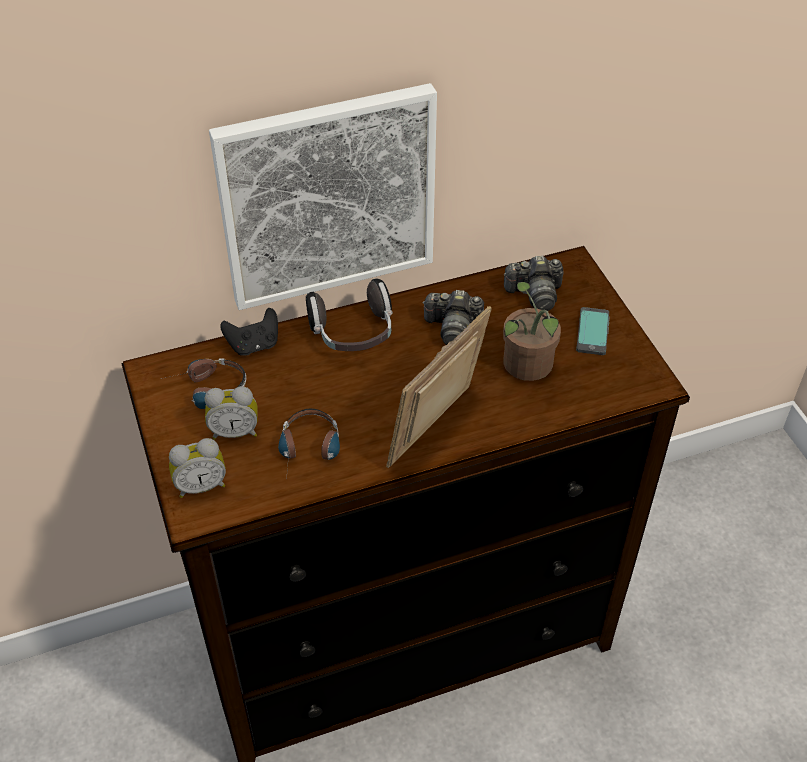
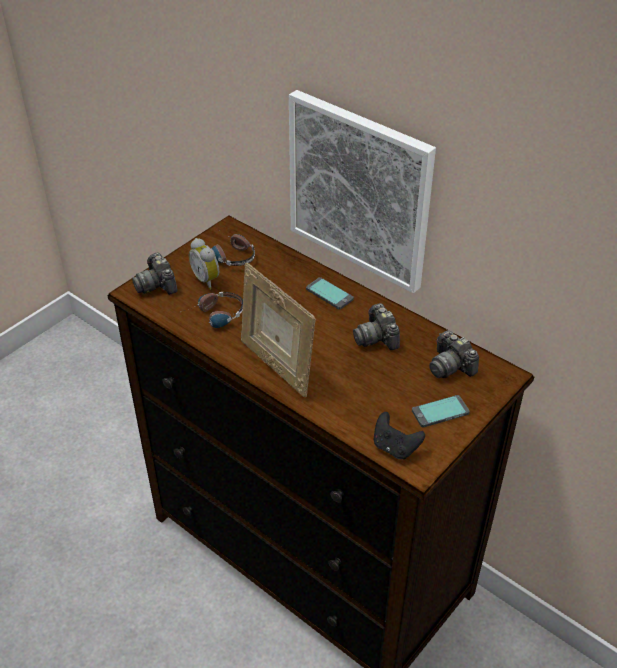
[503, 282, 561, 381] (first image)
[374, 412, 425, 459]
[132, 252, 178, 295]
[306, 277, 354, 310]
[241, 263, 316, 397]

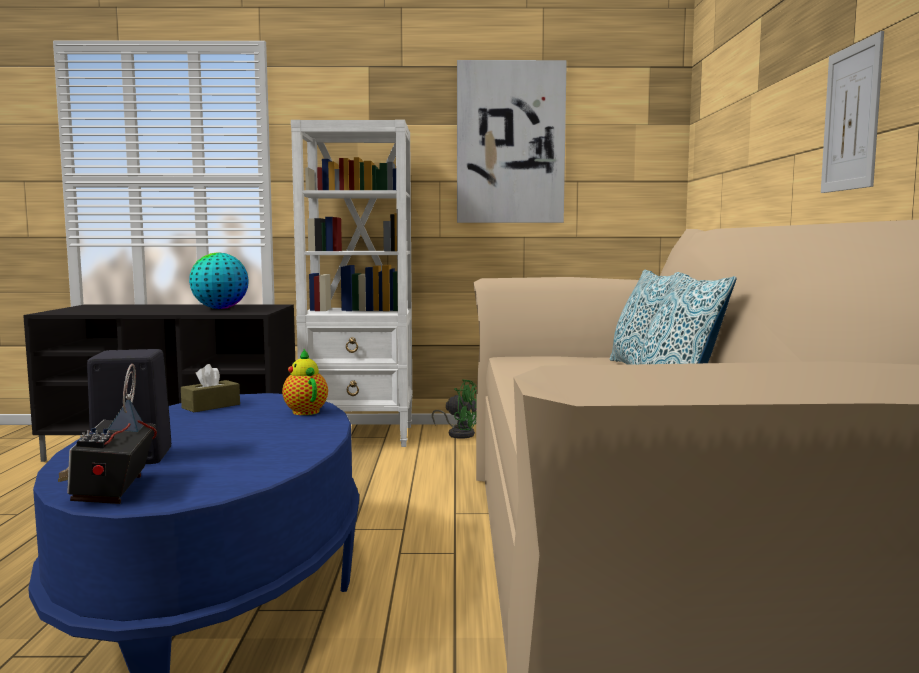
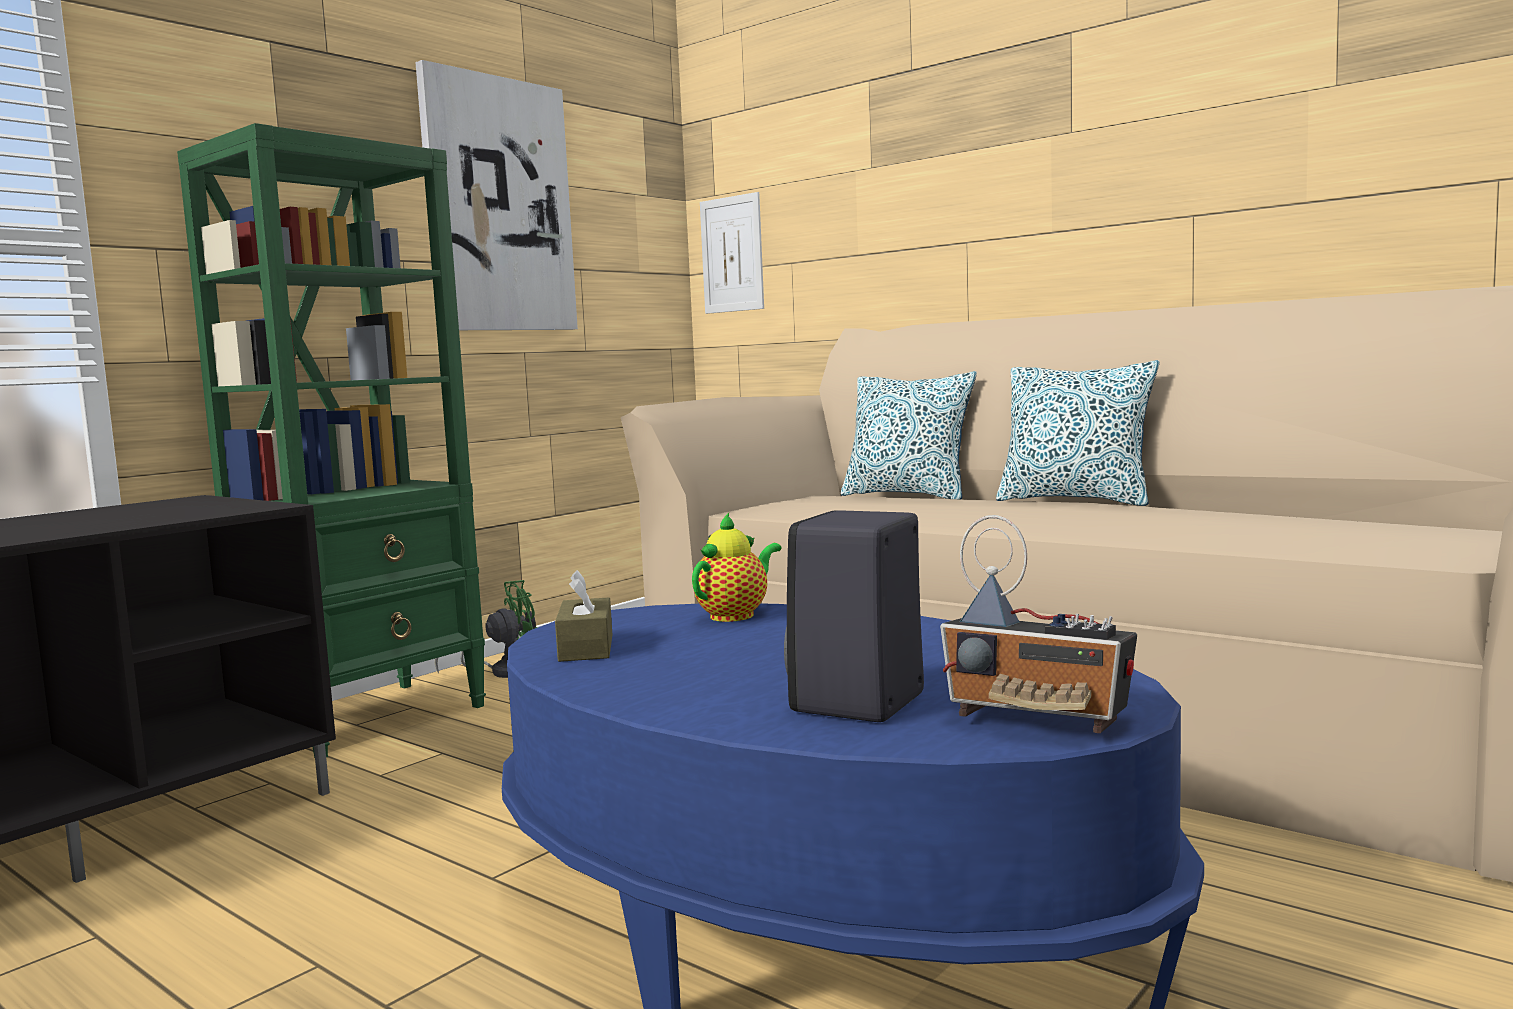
[189, 252, 249, 309] (first image)
[700, 192, 764, 314]
[177, 123, 486, 758]
[692, 513, 782, 622]

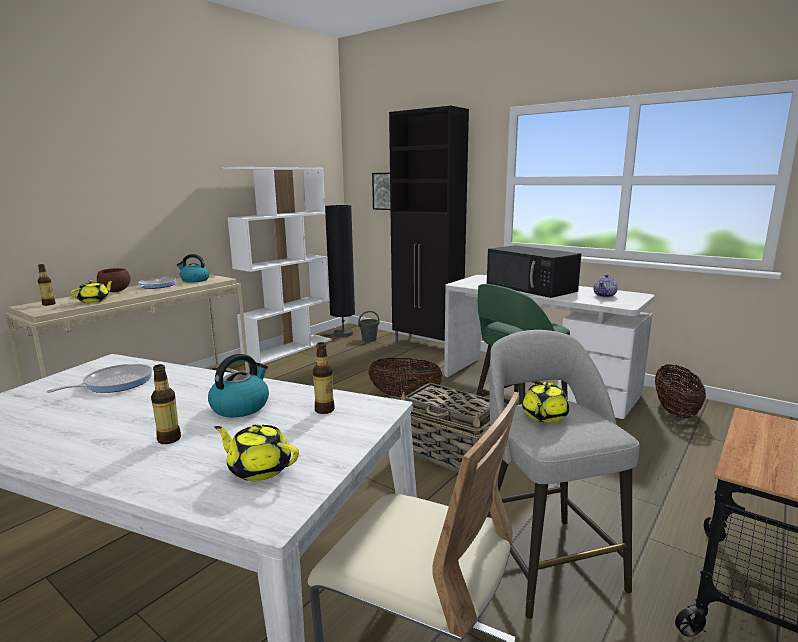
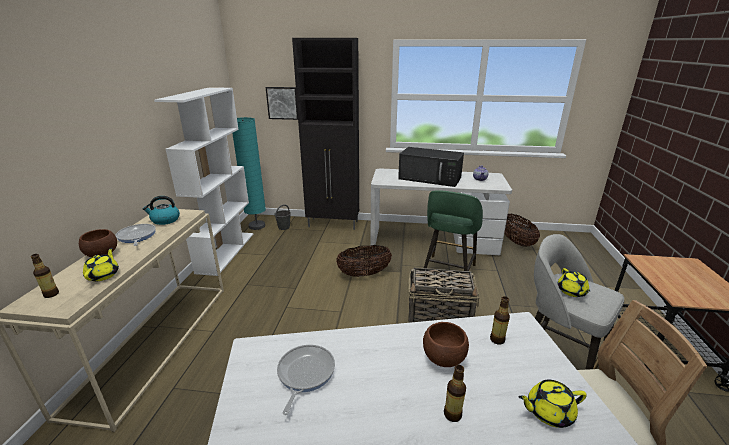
[423, 322, 469, 367]
[232, 117, 266, 230]

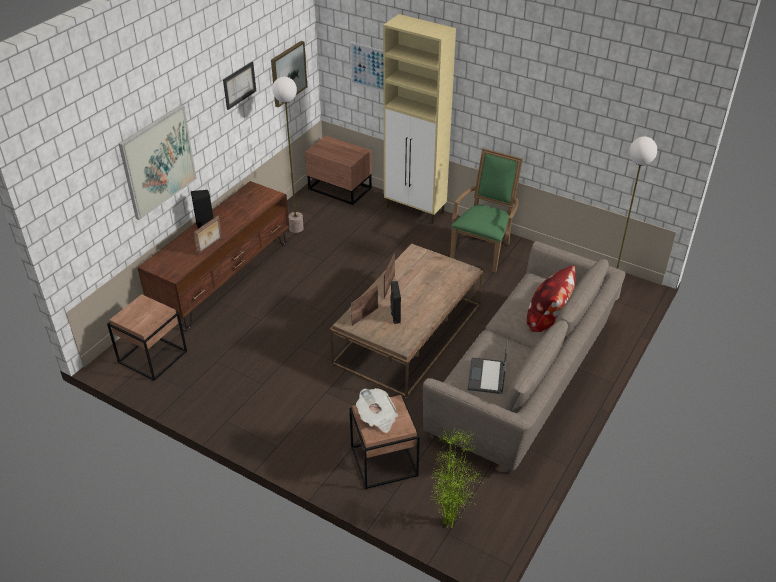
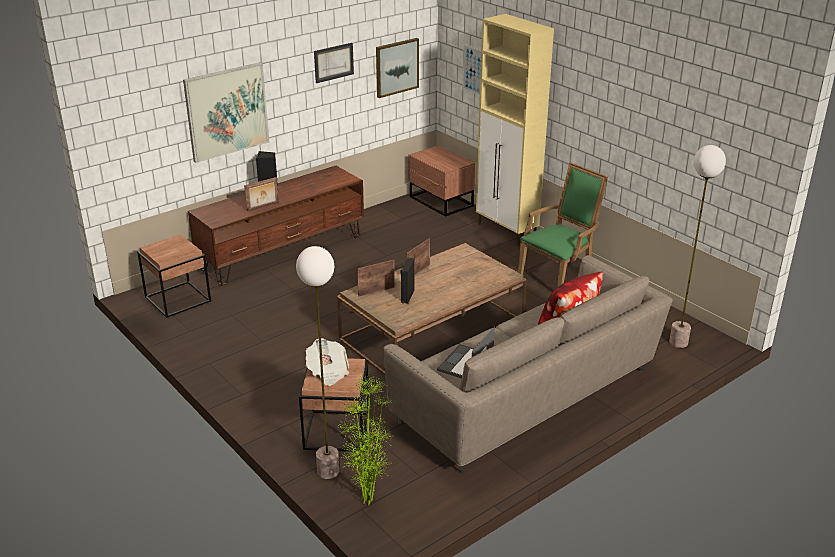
[296, 246, 339, 479]

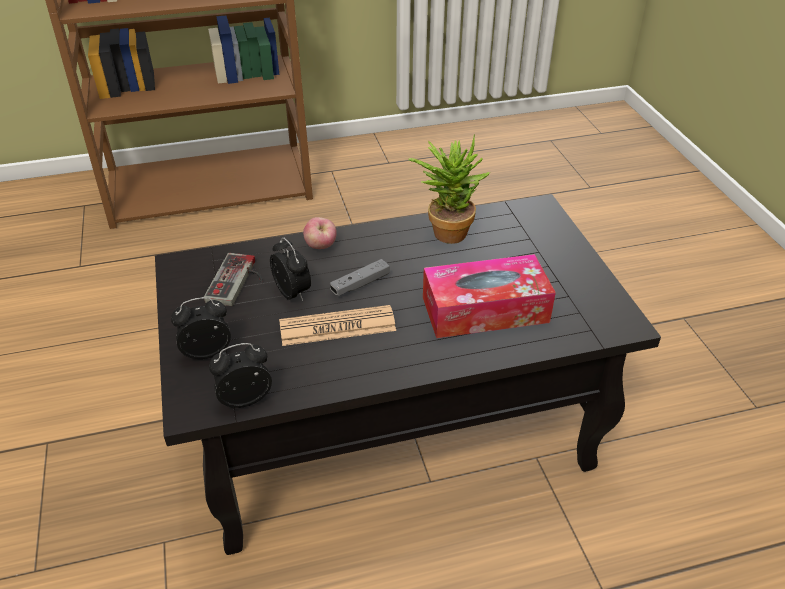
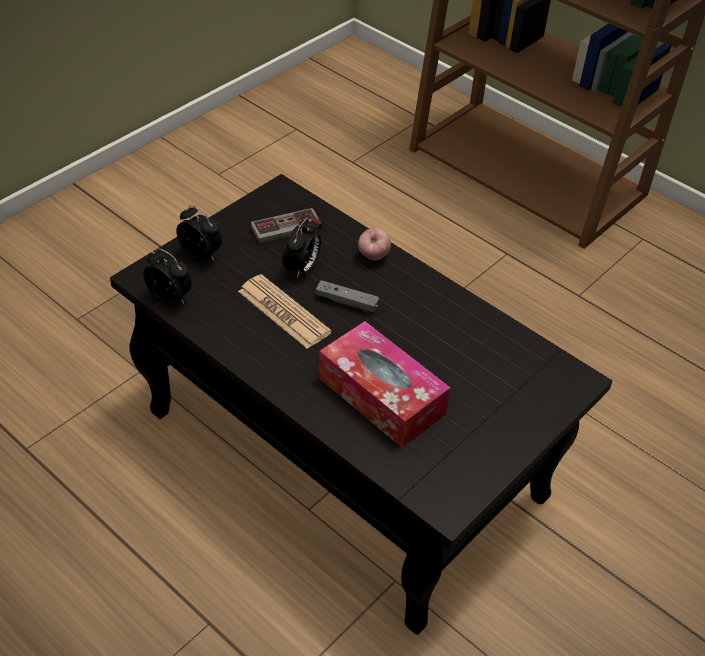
[408, 134, 490, 244] (first image)

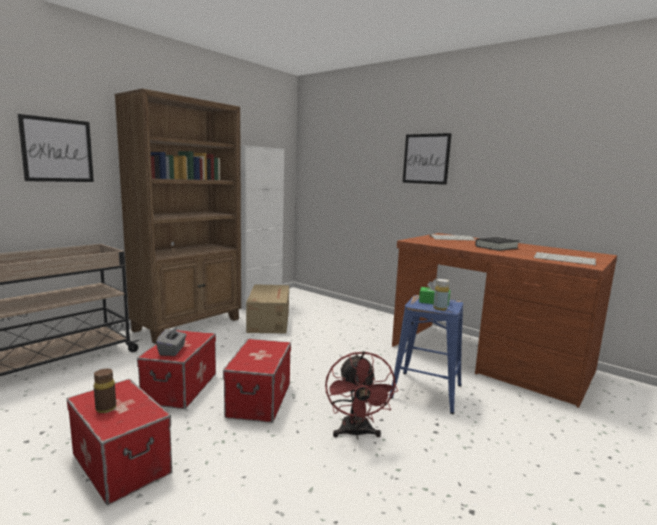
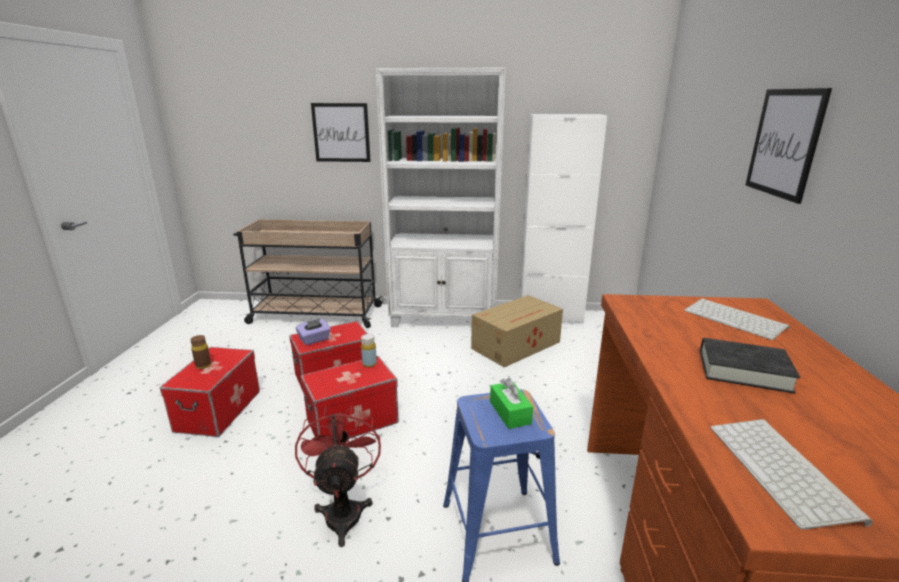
[361, 334, 377, 367]
[376, 68, 506, 327]
[296, 319, 331, 345]
[295, 405, 381, 547]

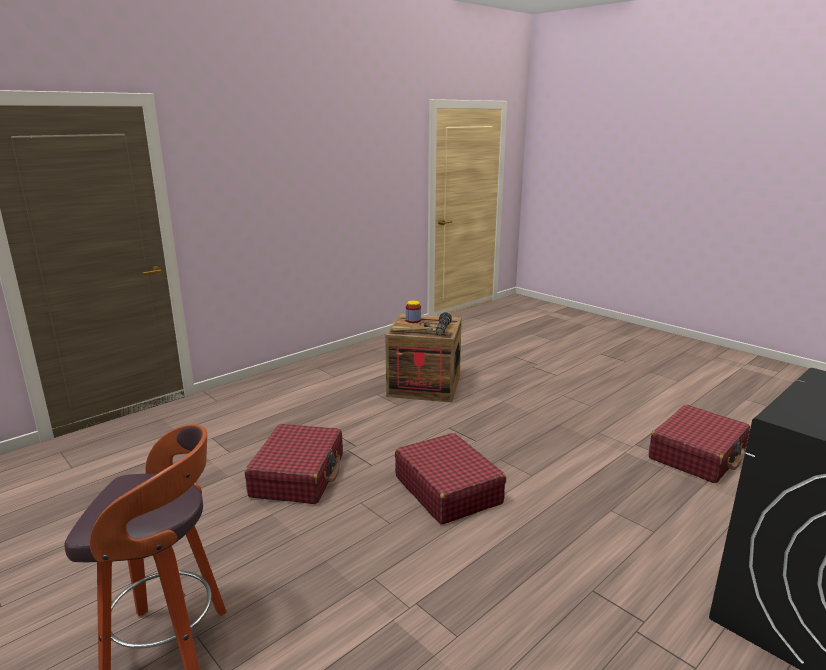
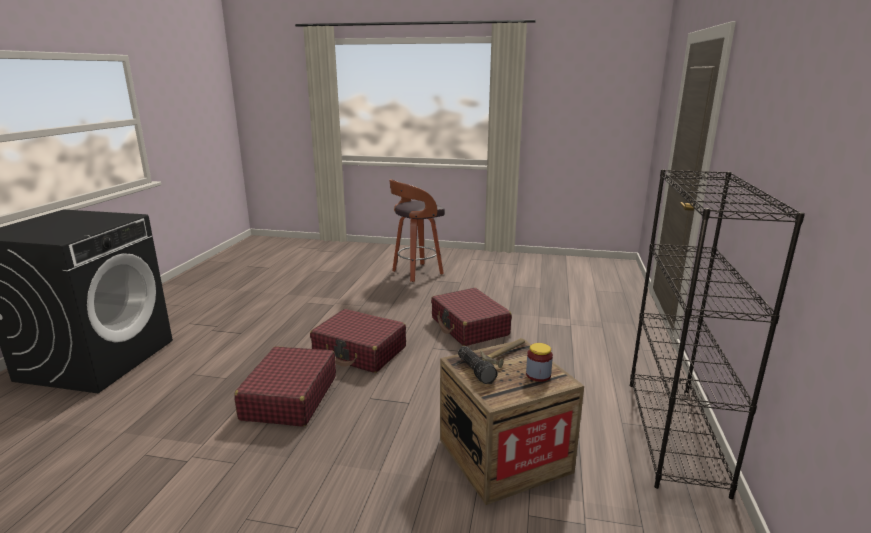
[630, 169, 805, 499]
[234, 346, 336, 427]

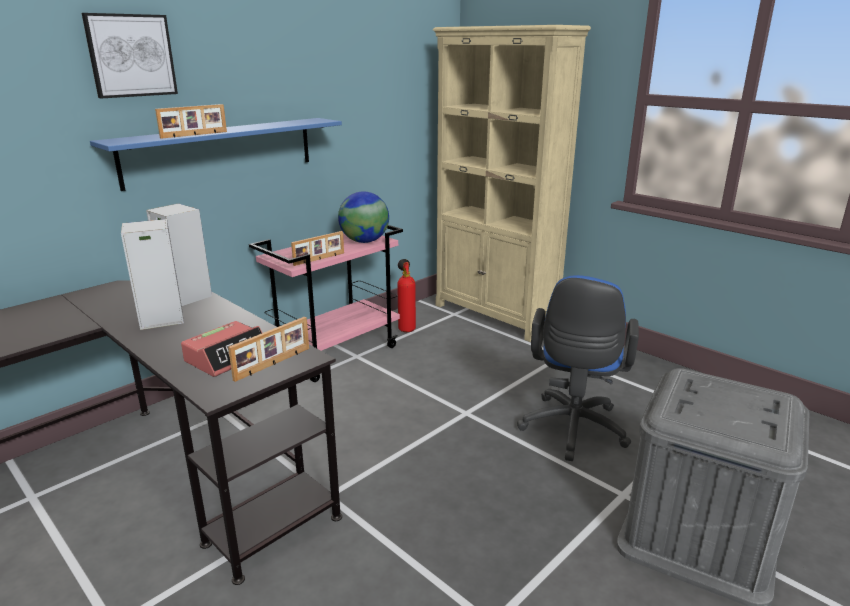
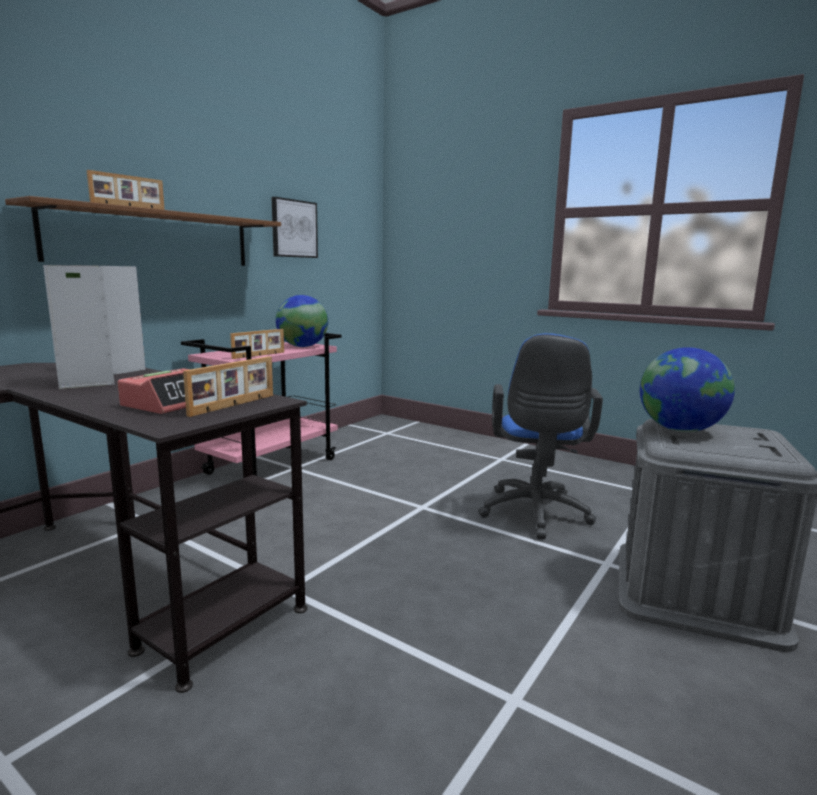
[397, 259, 416, 332] (first image)
[433, 25, 591, 342] (first image)
[640, 347, 735, 432]
[272, 197, 318, 258]
[5, 196, 281, 266]

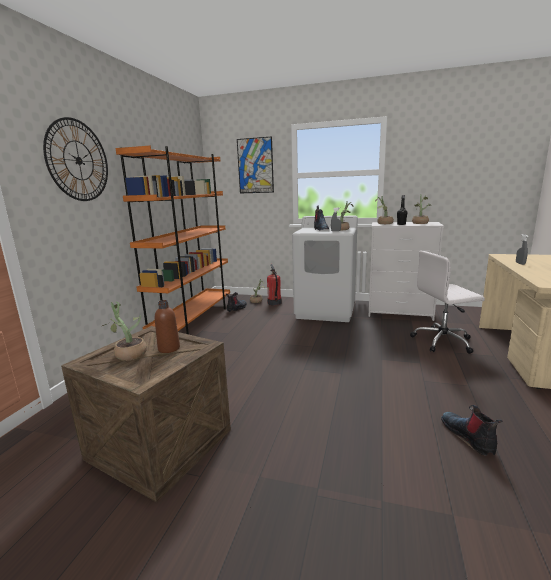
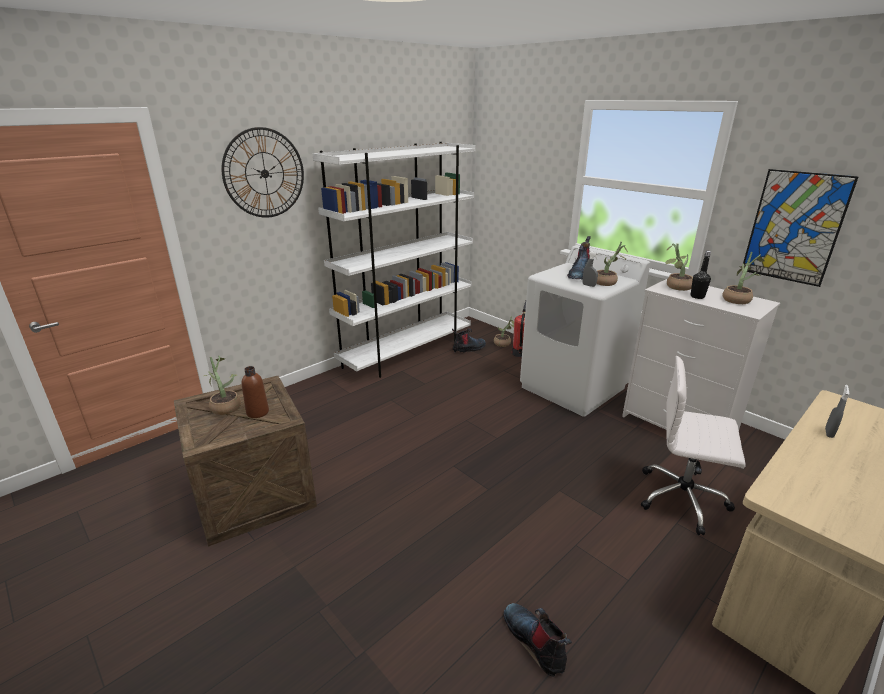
[741, 169, 858, 287]
[312, 142, 476, 378]
[503, 603, 572, 677]

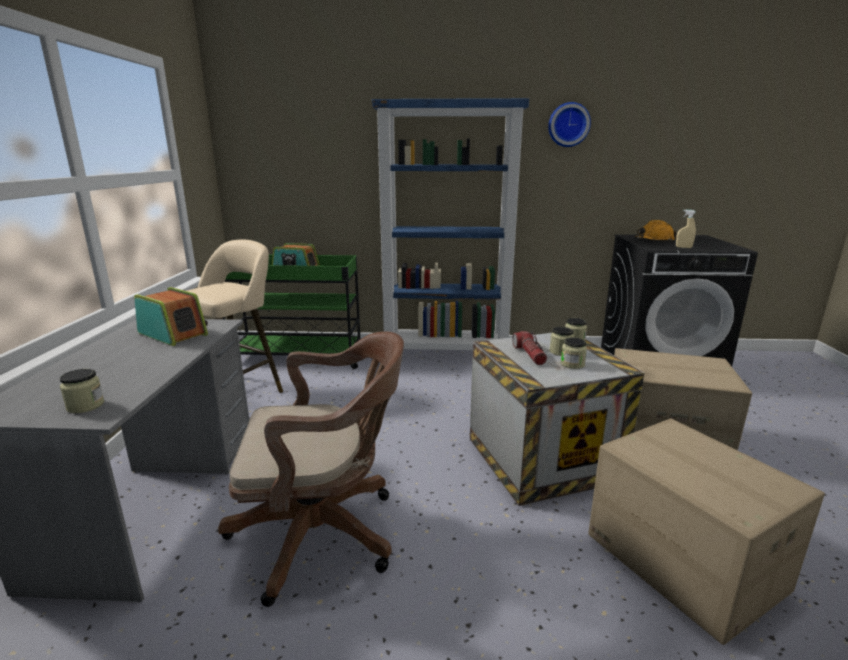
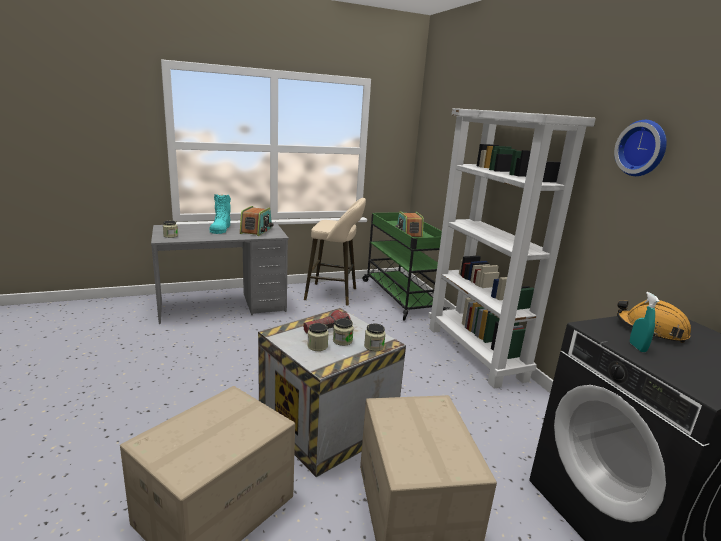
[218, 331, 404, 607] (first image)
[209, 194, 231, 234]
[428, 108, 596, 389]
[630, 292, 659, 352]

